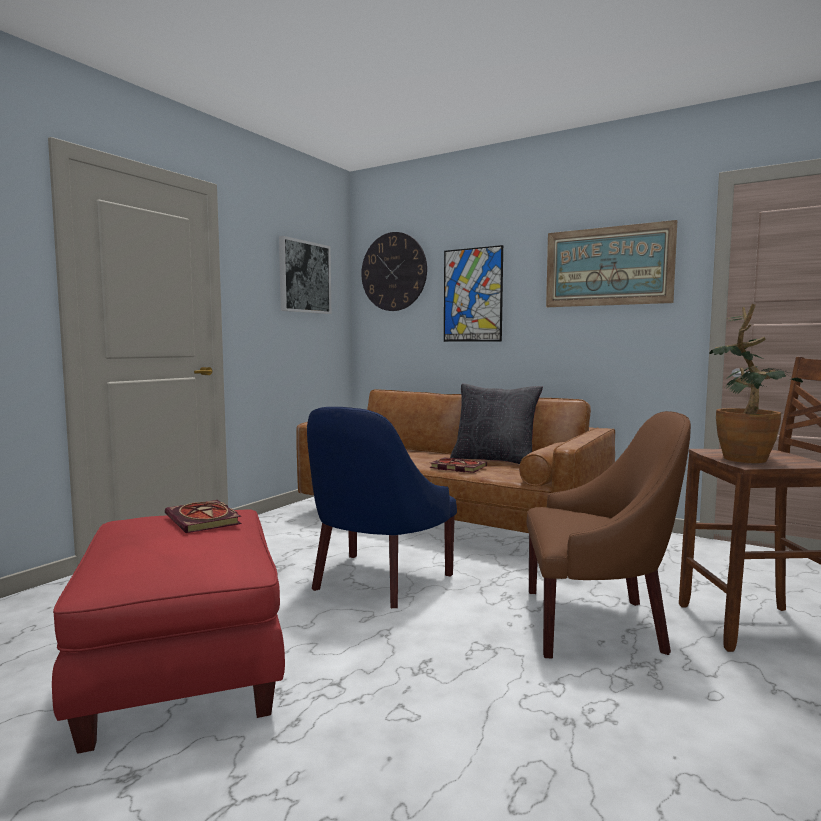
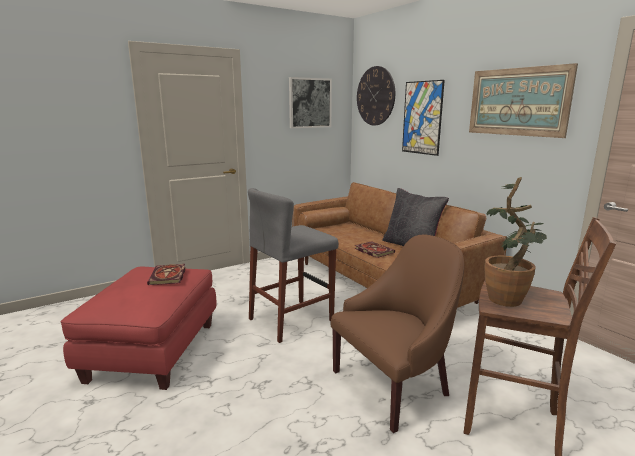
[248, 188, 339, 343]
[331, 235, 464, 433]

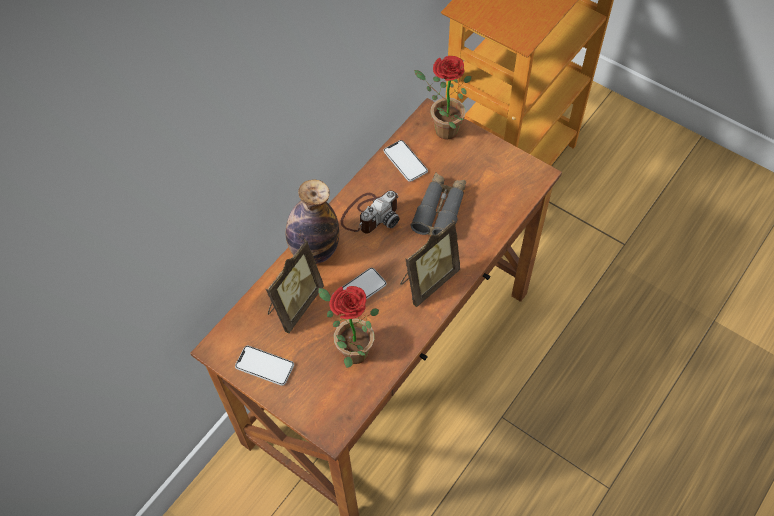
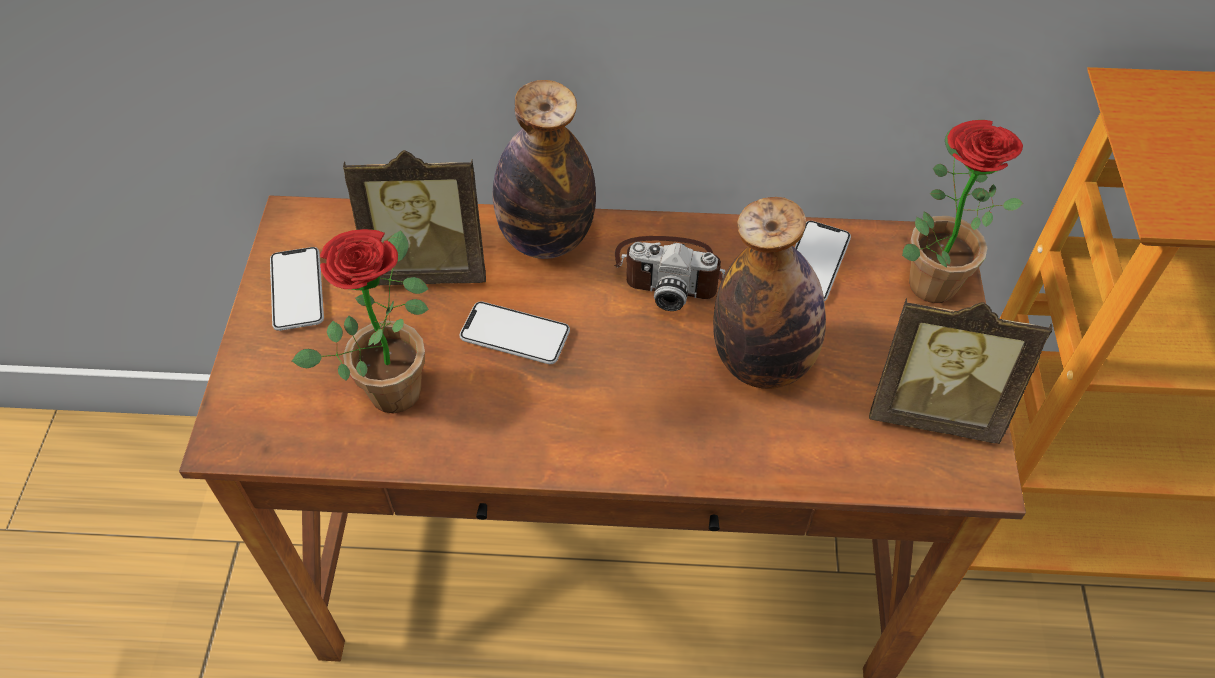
[869, 298, 1052, 444]
[713, 197, 826, 389]

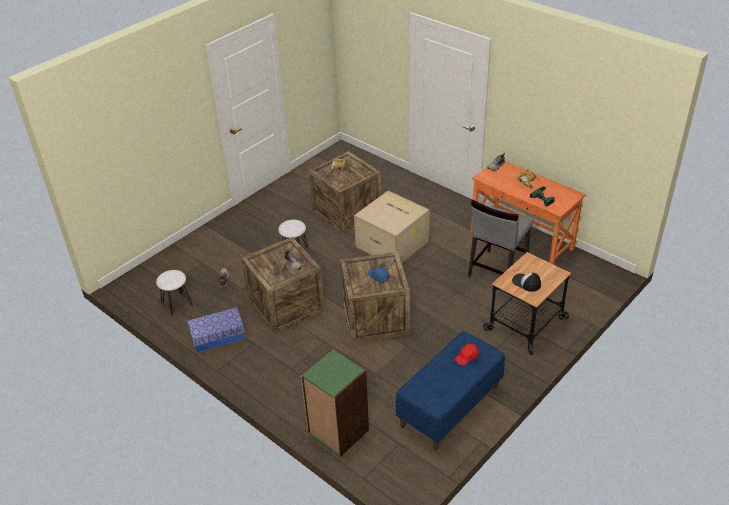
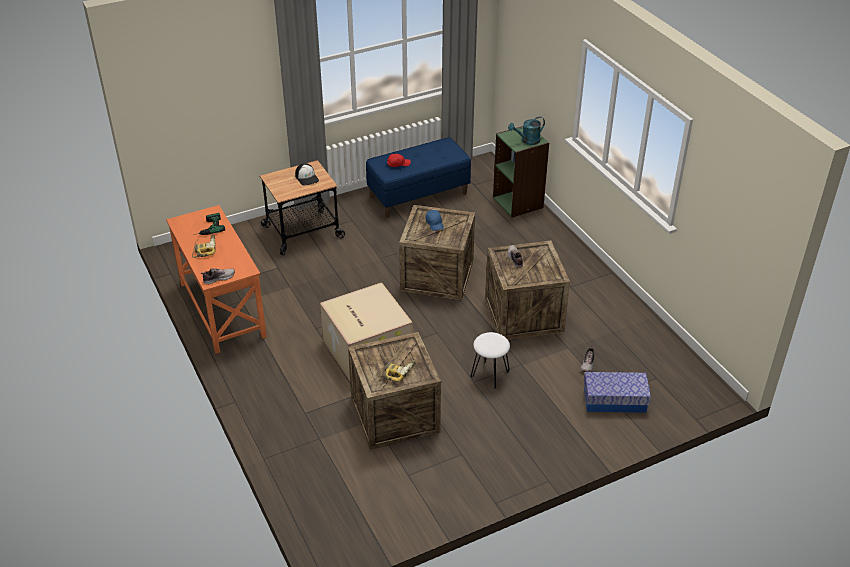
[156, 270, 193, 316] (first image)
[468, 200, 533, 277] (first image)
[508, 116, 545, 145]
[584, 372, 651, 413]

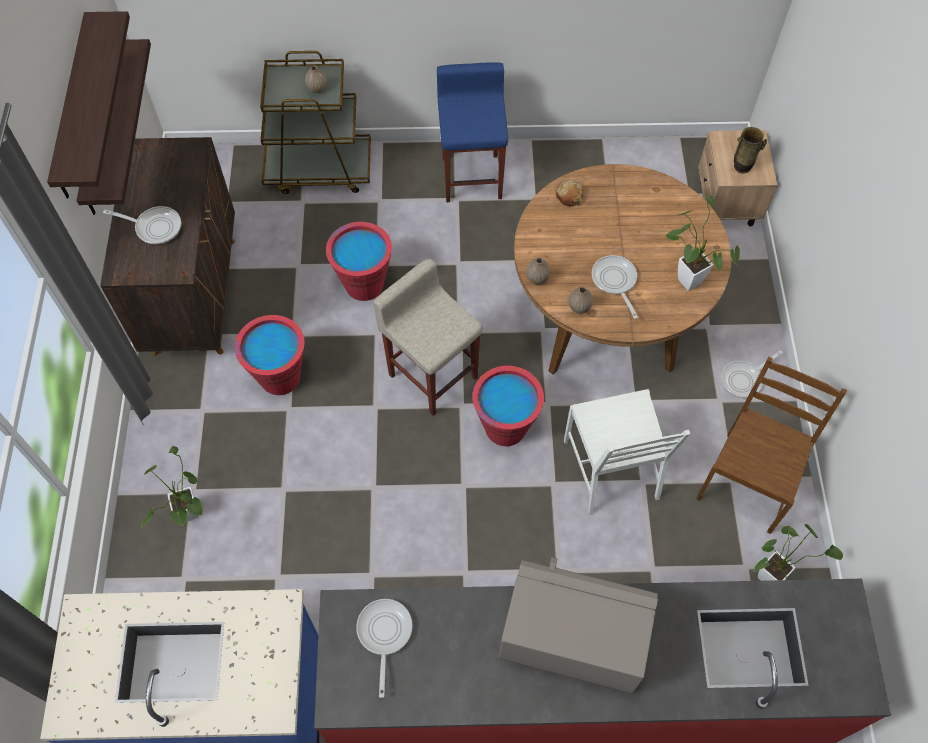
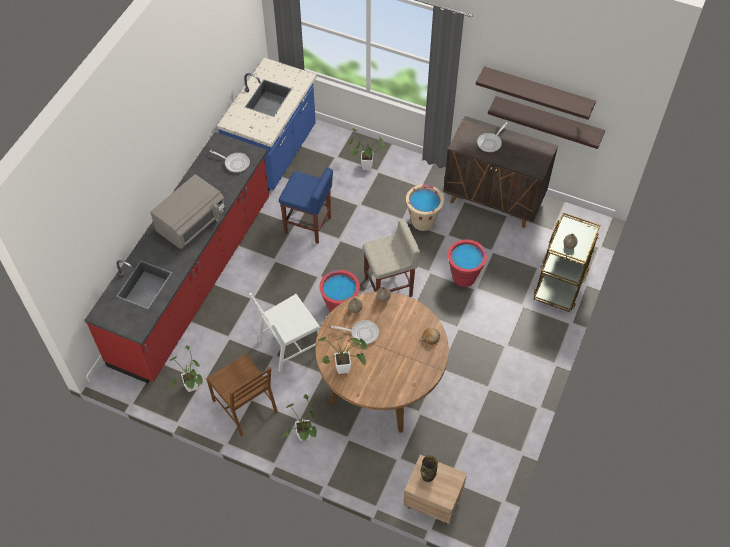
[279, 167, 333, 244]
[282, 394, 317, 441]
[406, 184, 444, 231]
[249, 293, 320, 372]

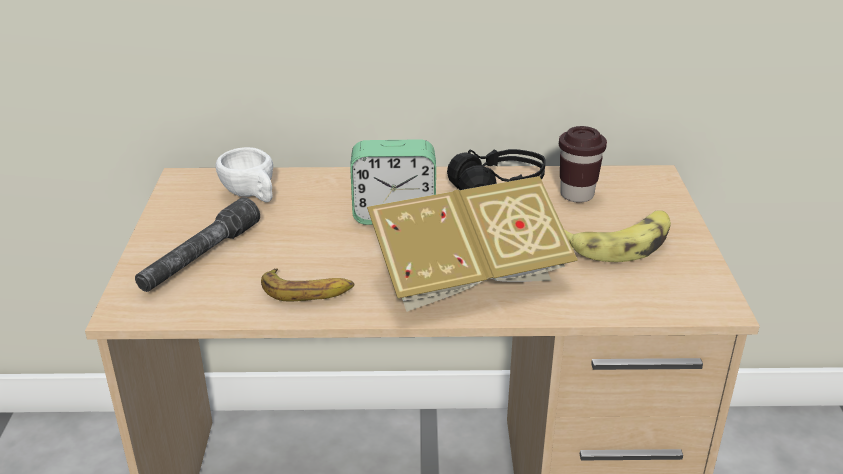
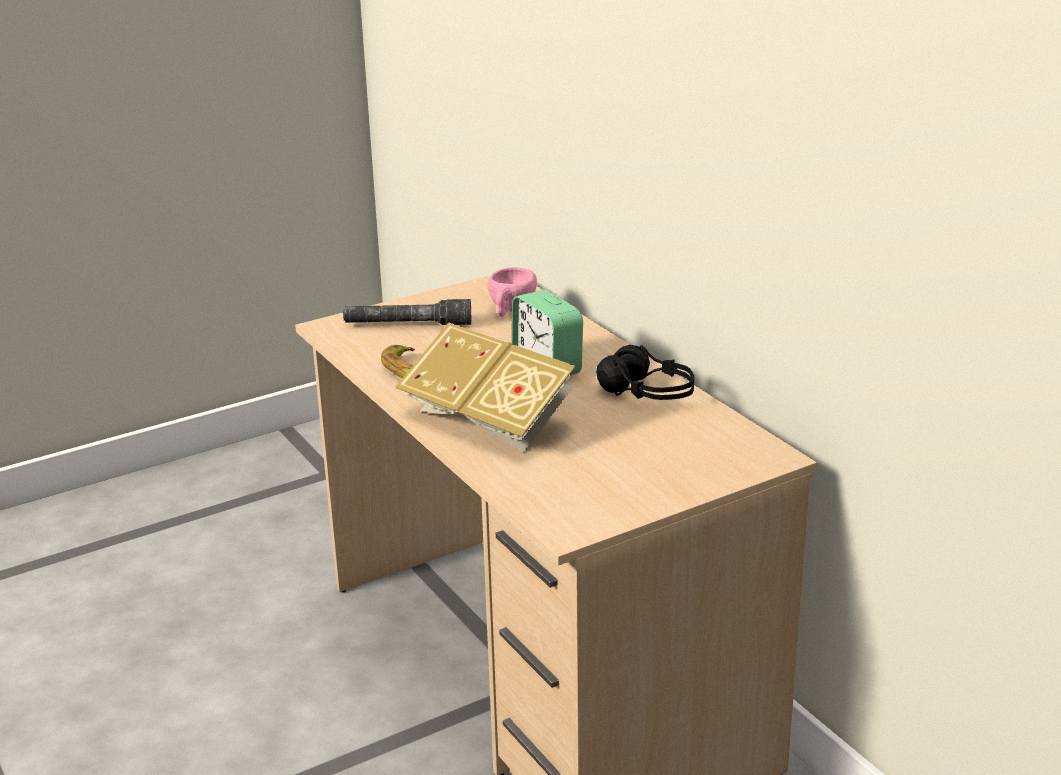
[559, 126, 607, 203] (first image)
[564, 210, 671, 262] (first image)
[487, 267, 537, 317]

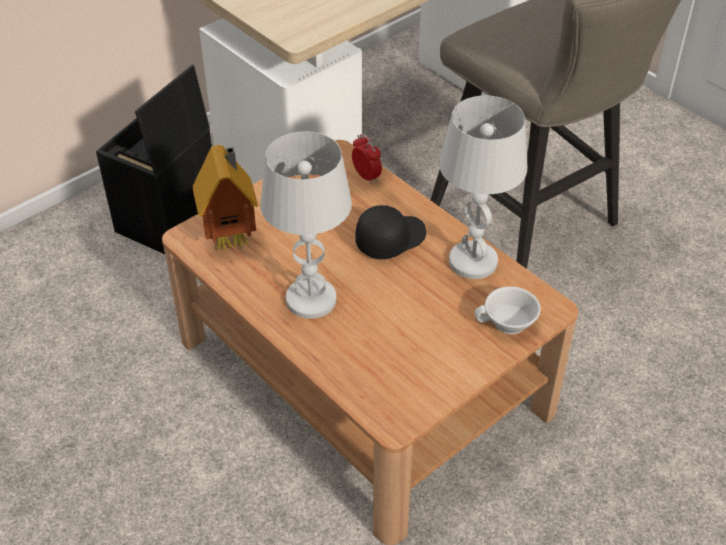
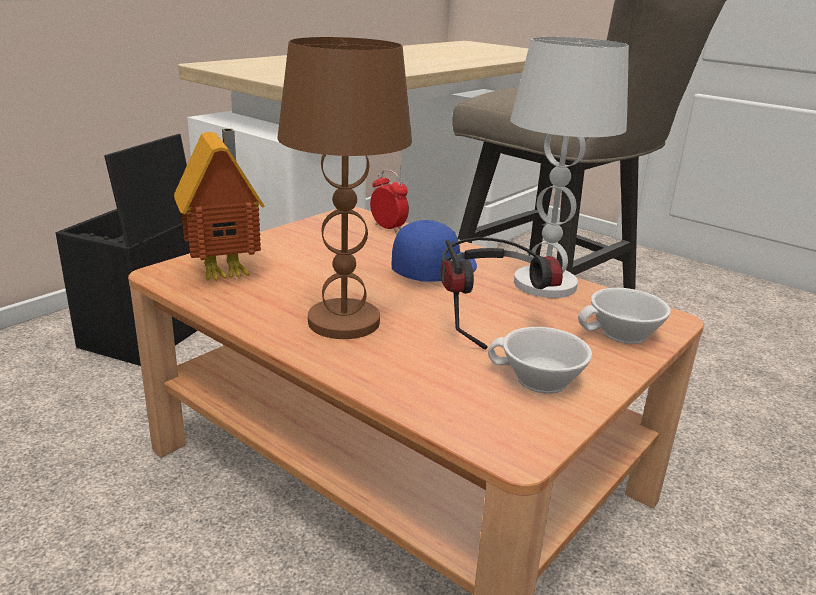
[440, 237, 563, 349]
[488, 327, 592, 394]
[277, 37, 412, 339]
[392, 220, 477, 282]

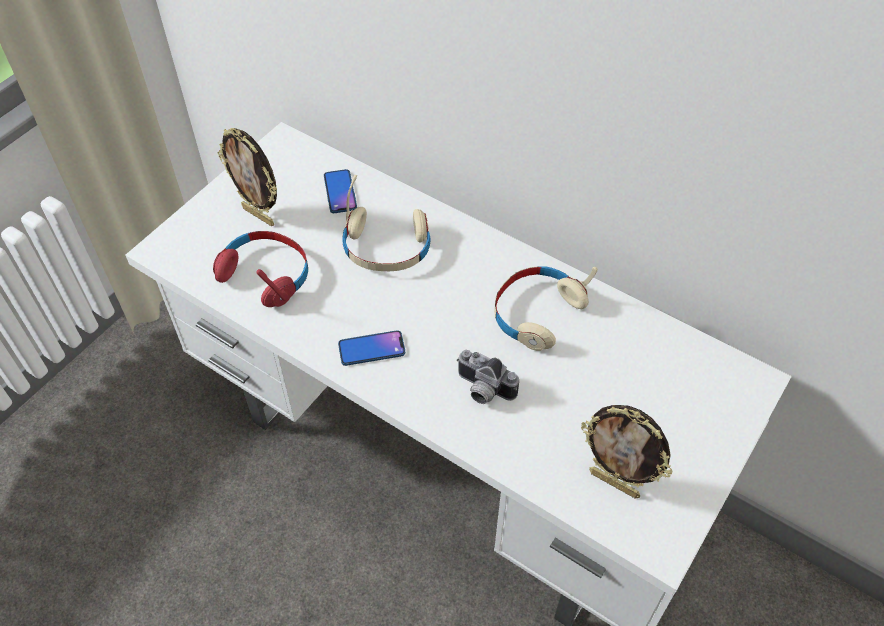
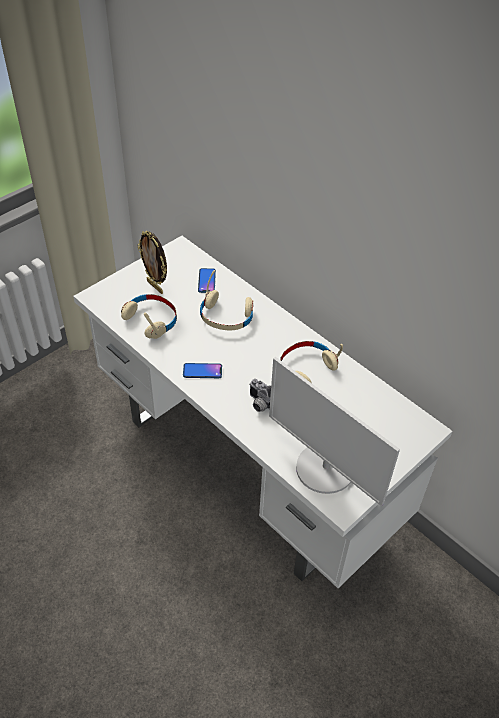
[269, 357, 400, 506]
[121, 294, 177, 339]

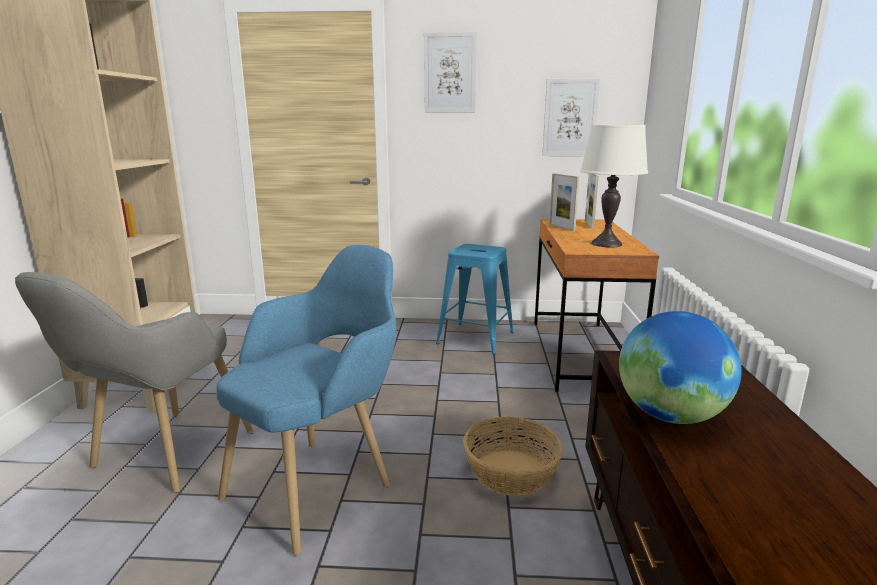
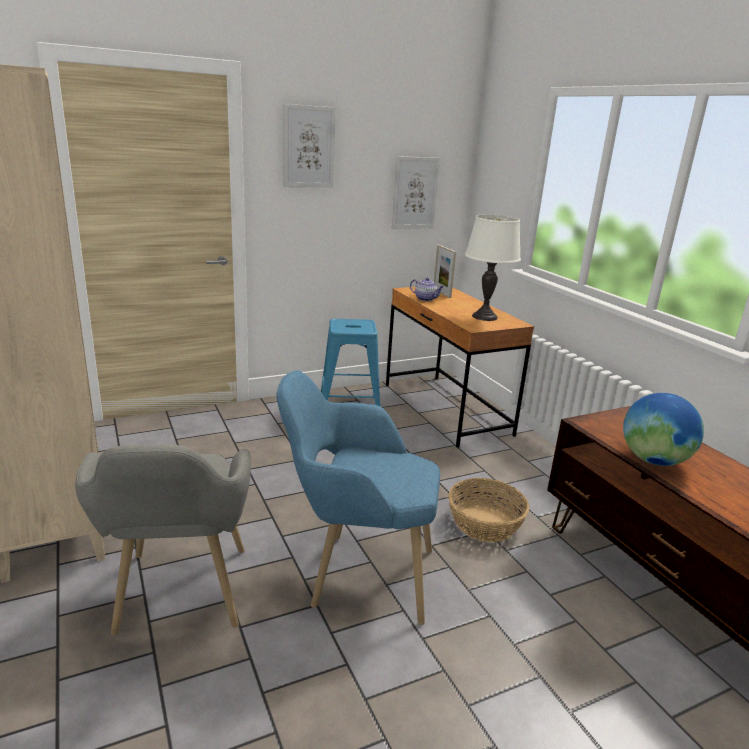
[410, 278, 444, 301]
[277, 370, 440, 625]

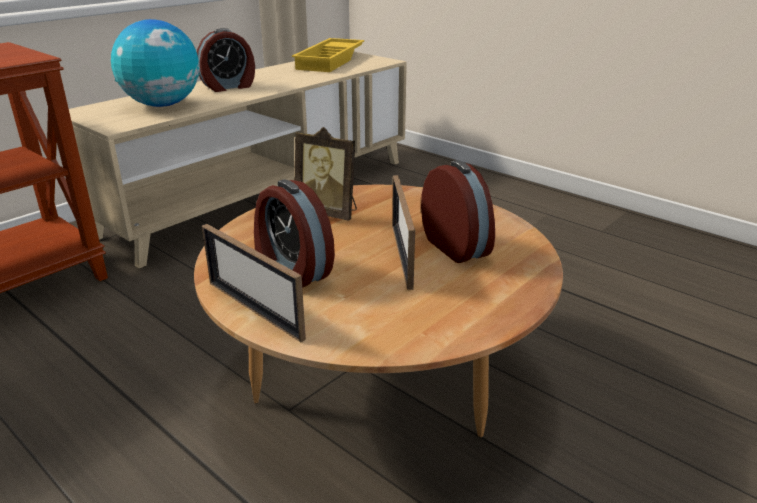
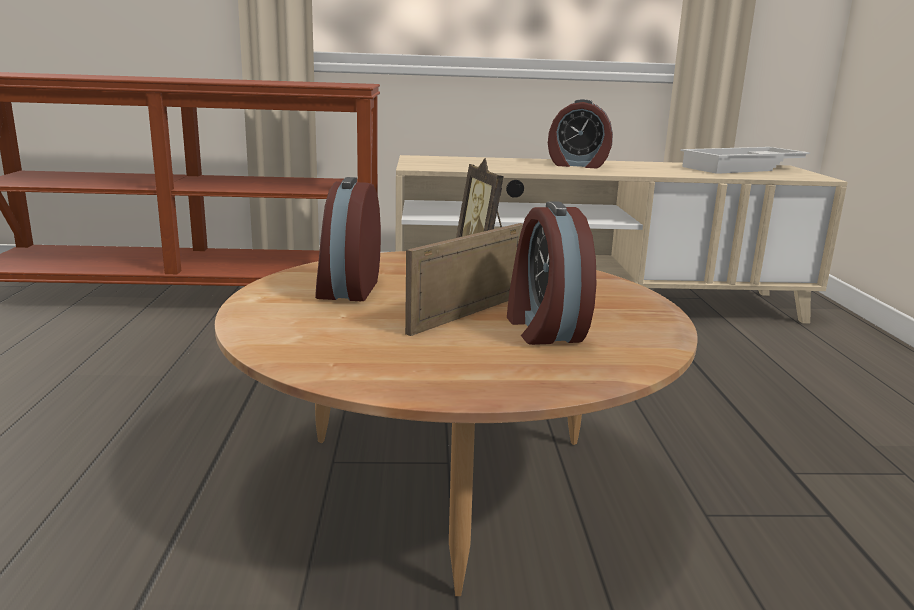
[111, 19, 200, 107] (first image)
[202, 224, 306, 342] (first image)
[680, 147, 810, 174]
[507, 201, 596, 345]

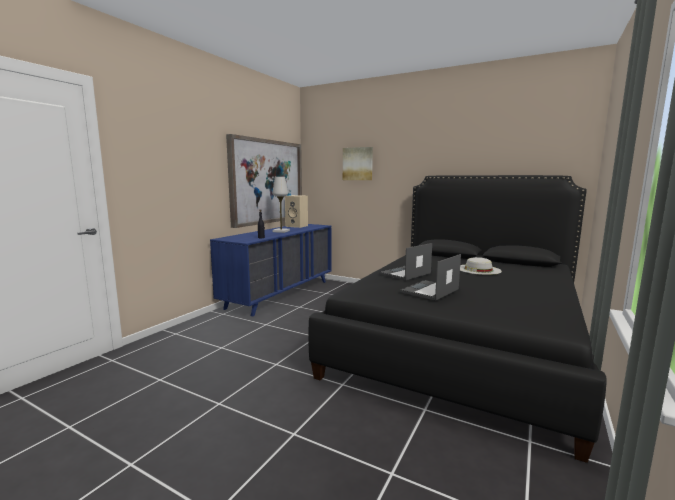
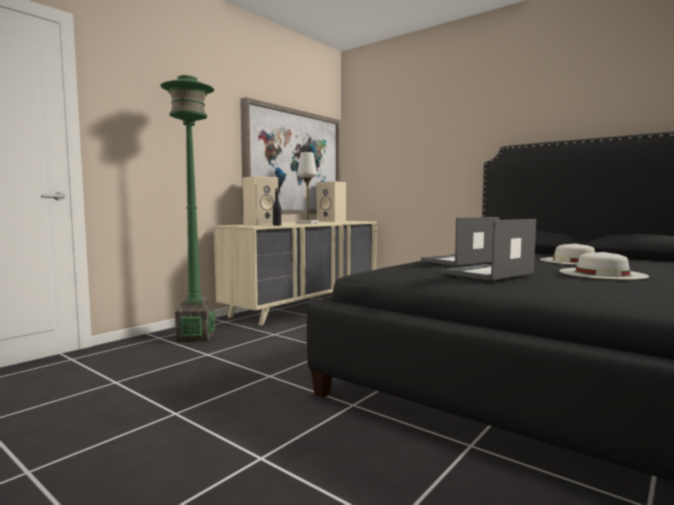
[343, 147, 373, 180] (first image)
[160, 75, 215, 342]
[243, 176, 278, 225]
[559, 252, 649, 280]
[214, 221, 377, 326]

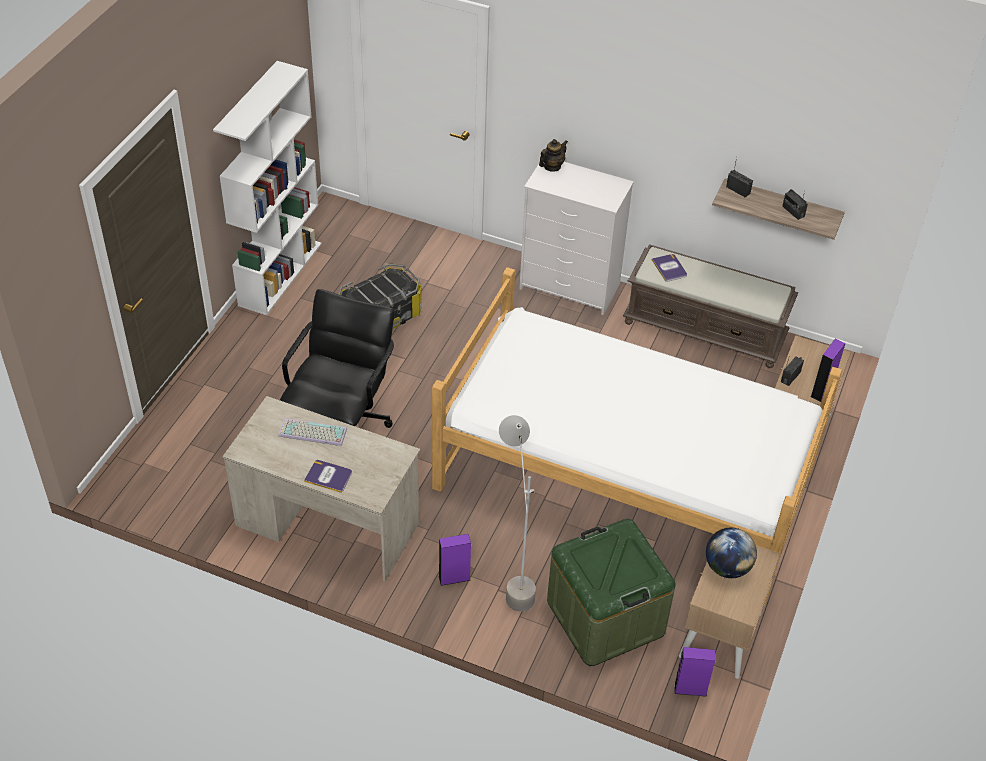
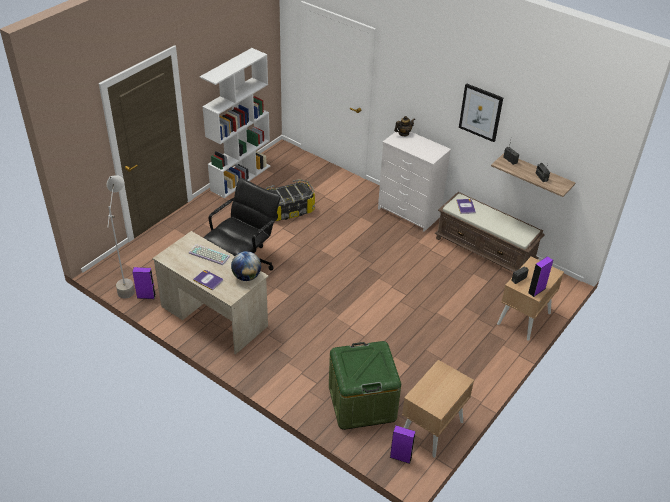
[432, 267, 842, 606] (first image)
[459, 83, 503, 142]
[132, 267, 156, 299]
[107, 175, 135, 298]
[231, 251, 261, 281]

